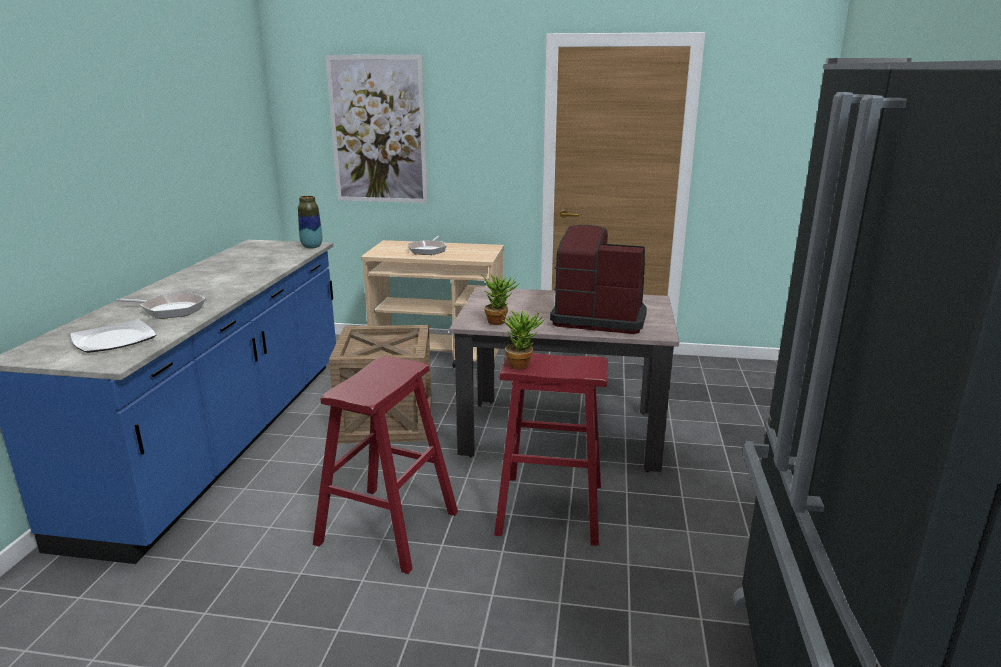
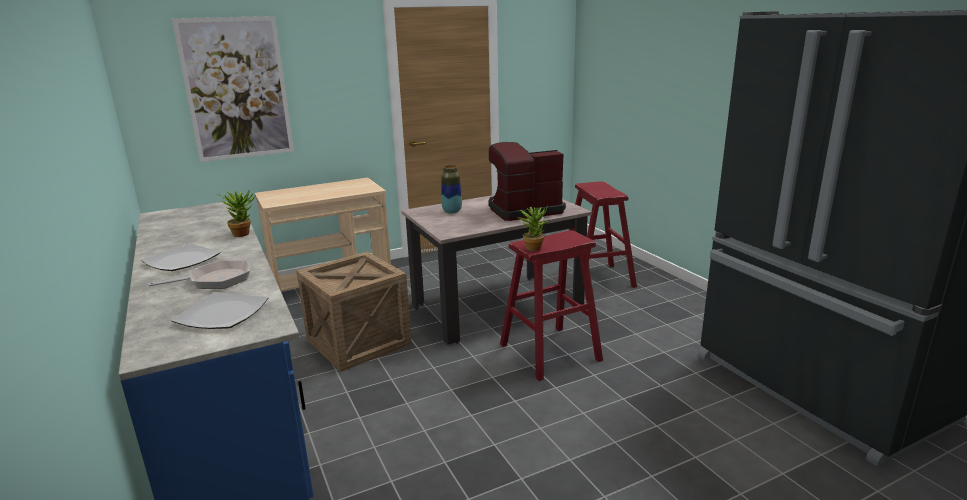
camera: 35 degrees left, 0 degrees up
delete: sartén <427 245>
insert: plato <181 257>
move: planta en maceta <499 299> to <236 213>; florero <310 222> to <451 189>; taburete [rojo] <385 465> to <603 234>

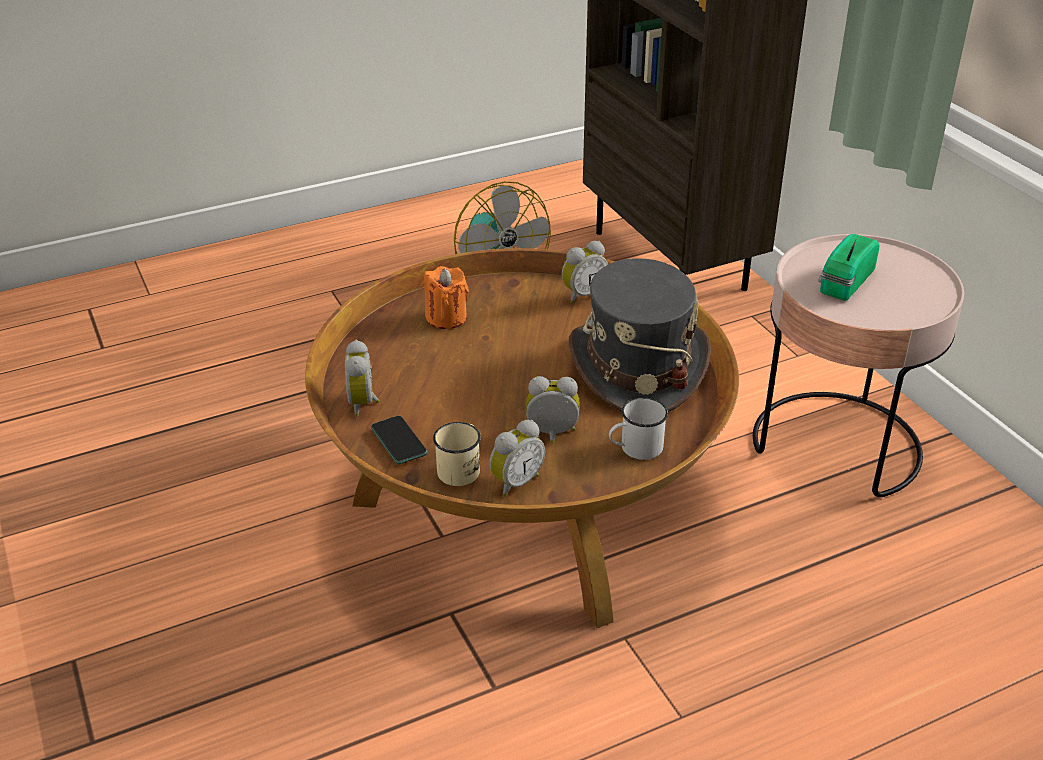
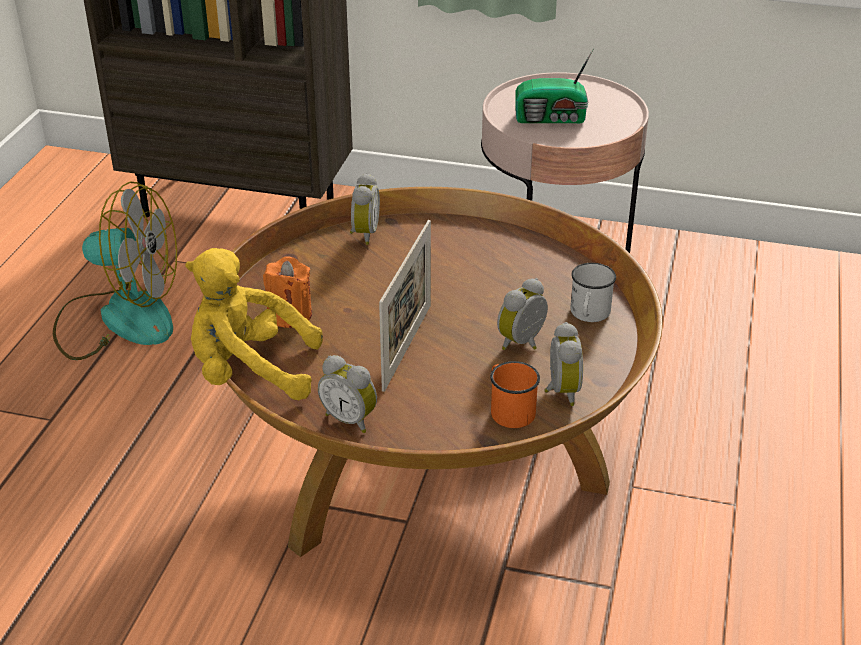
camera: 50 degrees left, 0 degrees up
delete: móvil <399 440>; sombrero [gris] <640 335>
insert: peluche [amarillo] <254 324>; portarretratos <405 306>
recolor: taza grande [beis] <457 454> to taza grande [naranja] <515 394>
rotate: radio <848 267> = <554 85> 75 degrees counterclockwise

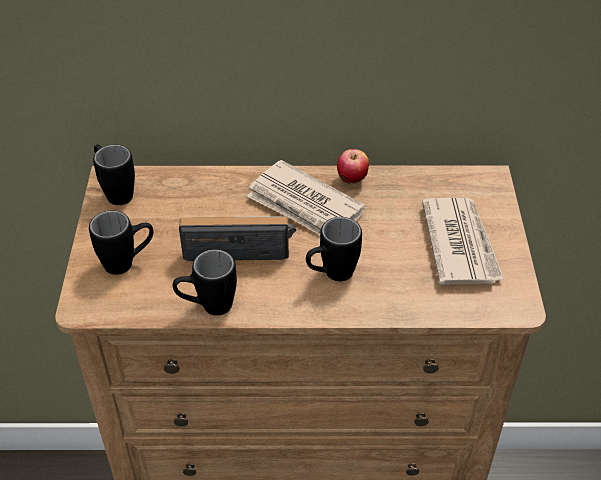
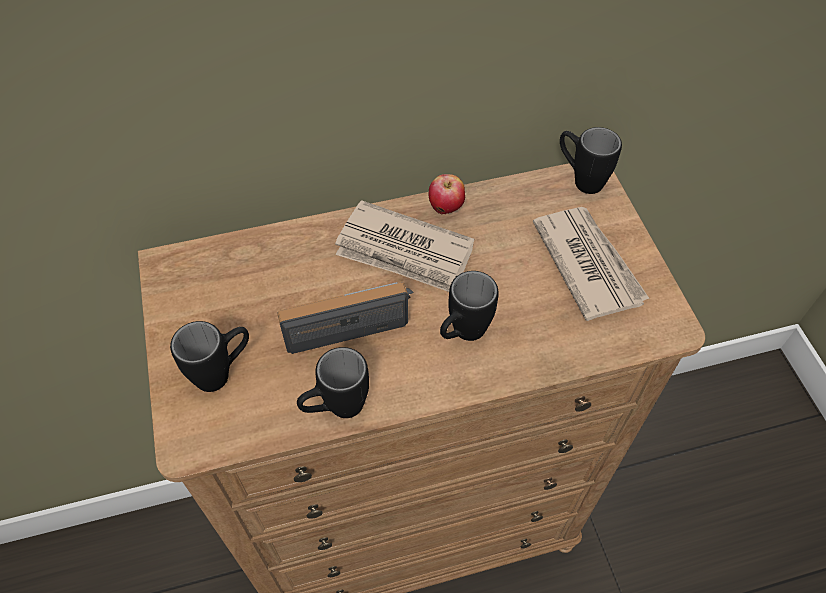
camera: 15 degrees left, 10 degrees up
move: taza grande [negro] <114 174> to <591 160>

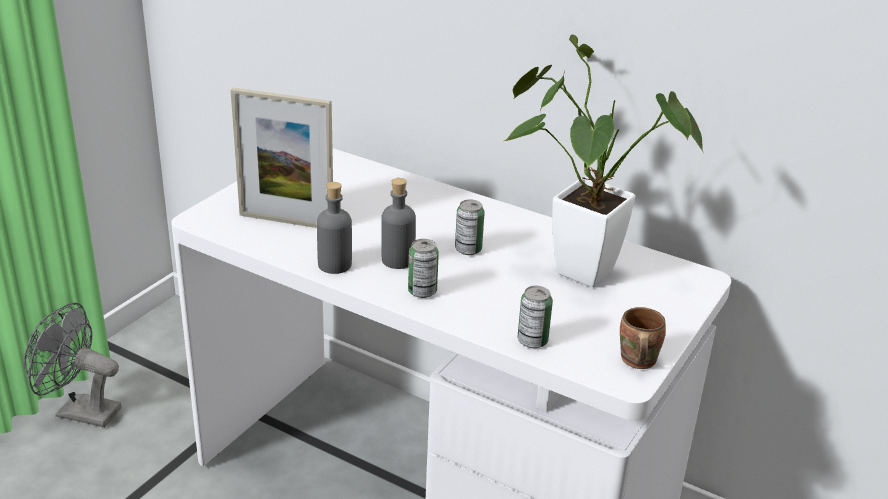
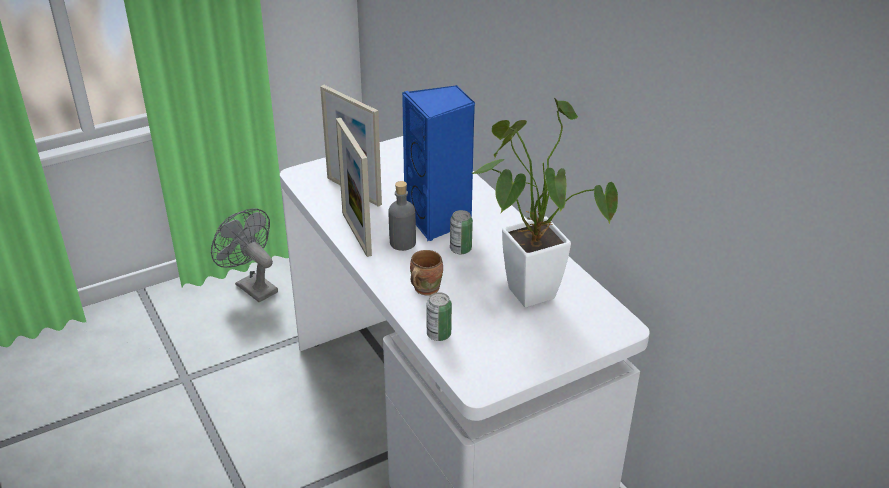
camera: 30 degrees right, 5 degrees up
delete: lata <423 268>
insert: altavoz [azul] <438 163>
move: taza grande [marrón] <643 338> to <426 273>
replace: botella [gris] <334 228> to portarretratos <354 187>

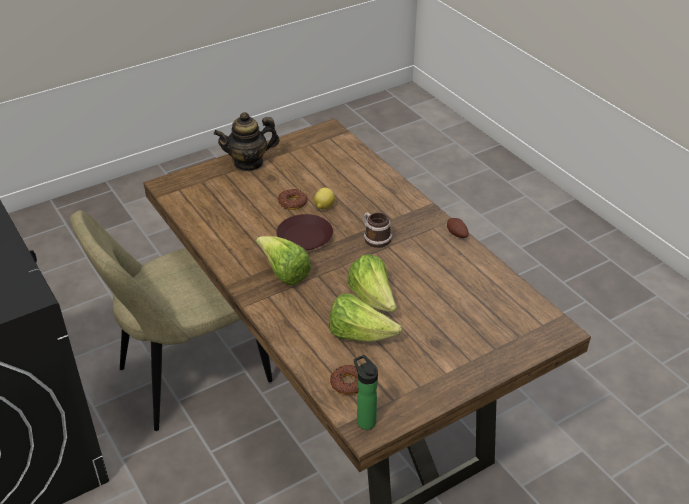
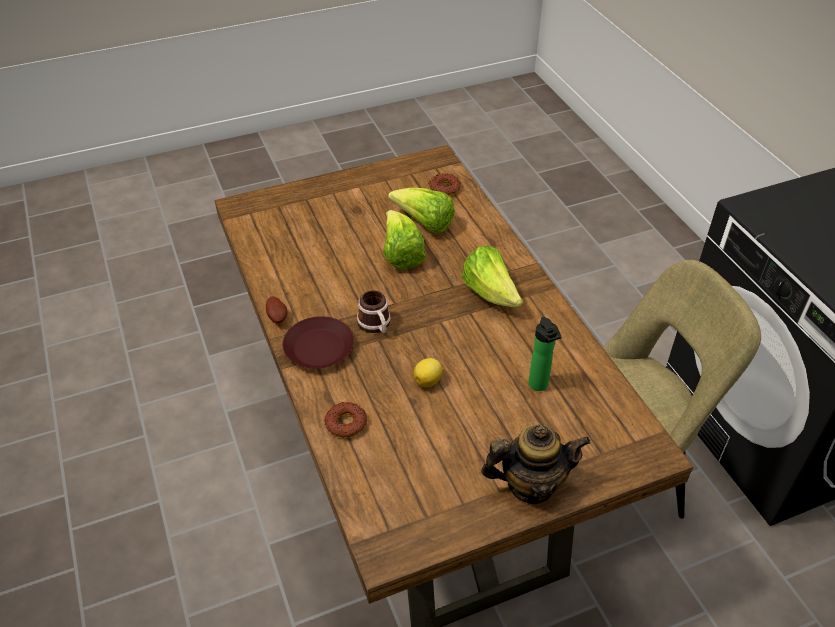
camera: 170 degrees left, 5 degrees up
move: plato [marrón] <304 232> to <318 342>; rosquilla <292 199> to <345 420>; botella <366 392> to <545 354>

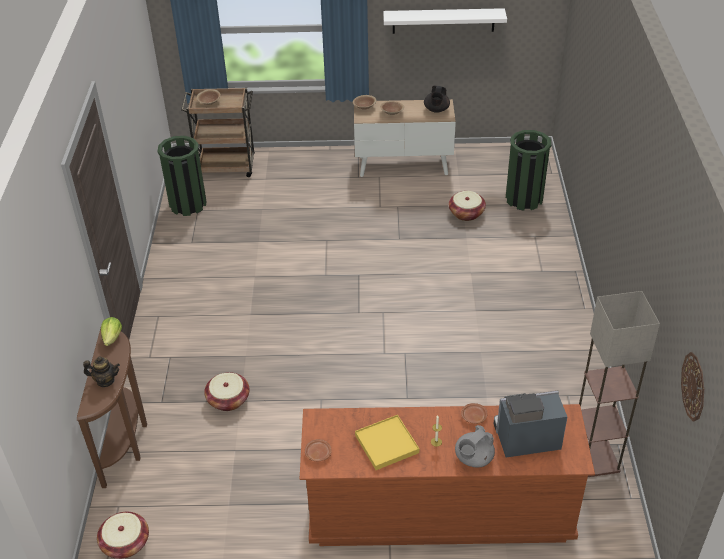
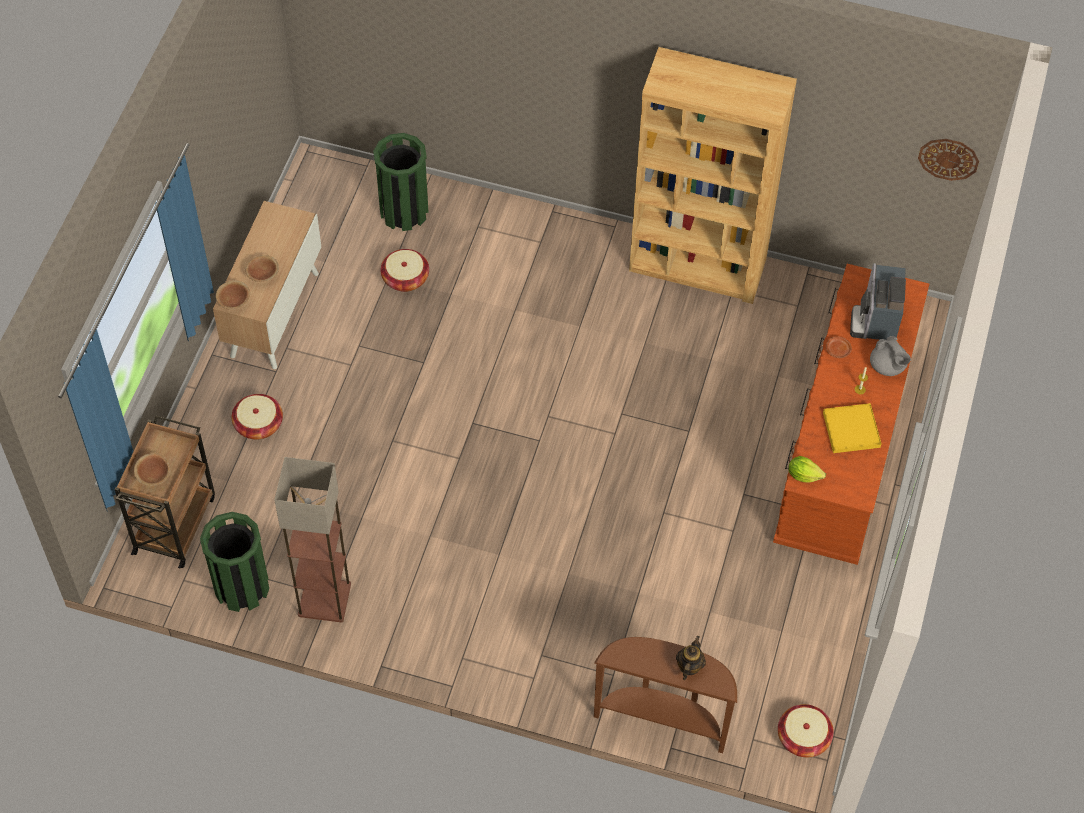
camera: 75 degrees left, 15 degrees up
delete: plato [marrón] <318 450>; estante [blanco] <445 21>; tetera [negro] <437 99>
insert: estantería [marrón] <713 175>
move: cesta <227 391> to <257 417>; lámpara de pie <619 384> to <312 539>; lechuga <111 331> to <807 469>

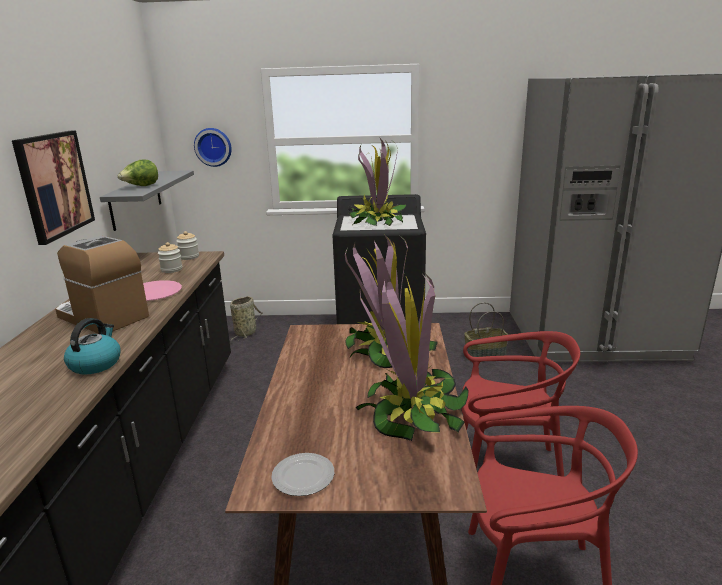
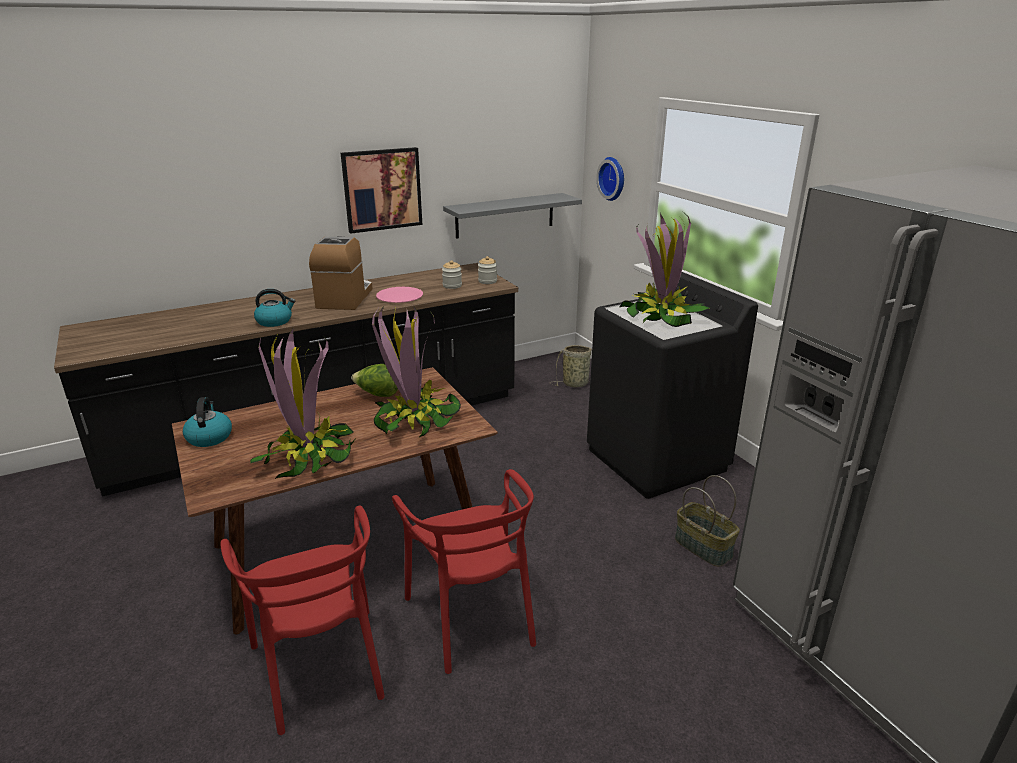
camera: 60 degrees right, 5 degrees up
move: lechuga <138 172> to <374 380>
replace: plato <302 474> to hervidor <207 422>

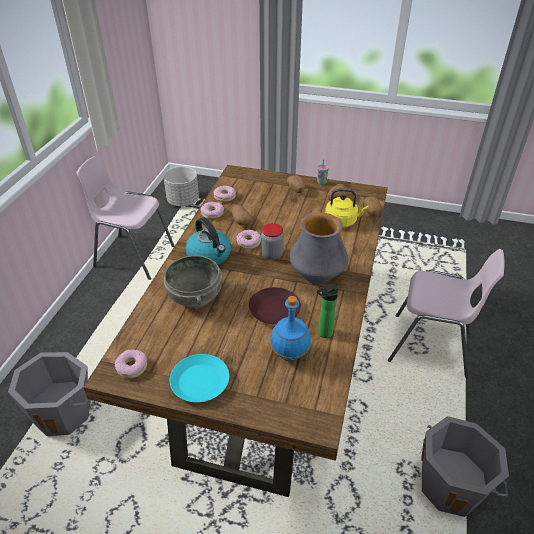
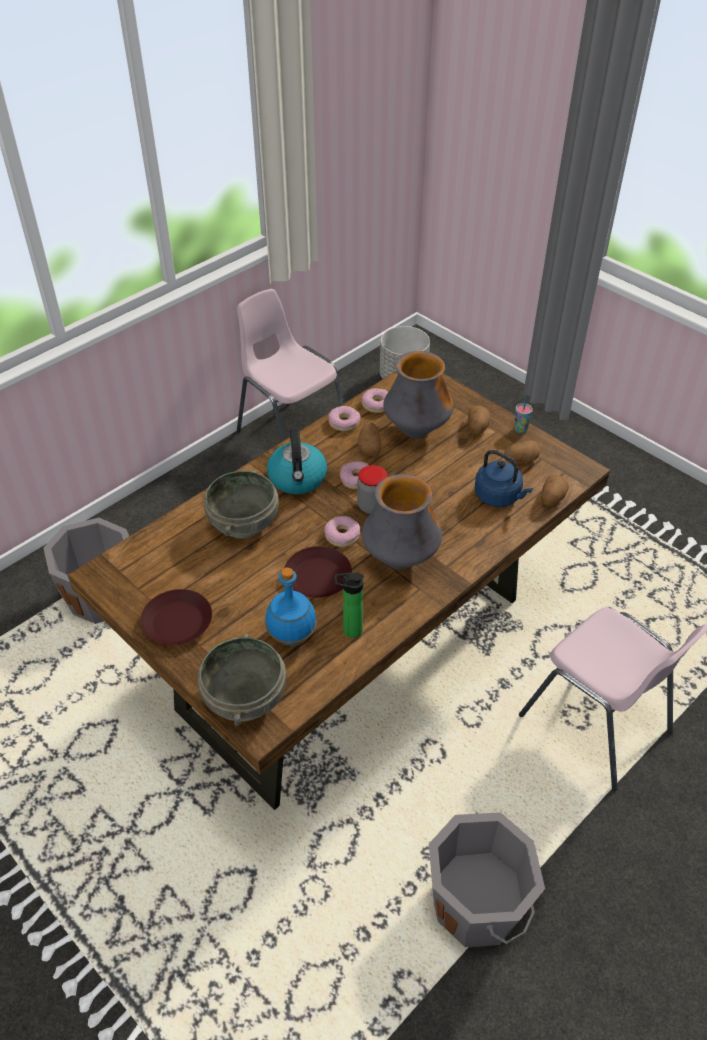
camera: 30 degrees right, 5 degrees up
insert: cuenco [gris] <242 679>; florero <418 394>
move: rosquilla <131 363> to <342 531>
recolor: plato [turquesa] <199 378> to plato [marrón] <176 617>; hervidor [amarillo] <347 208> to hervidor [azul] <504 478>

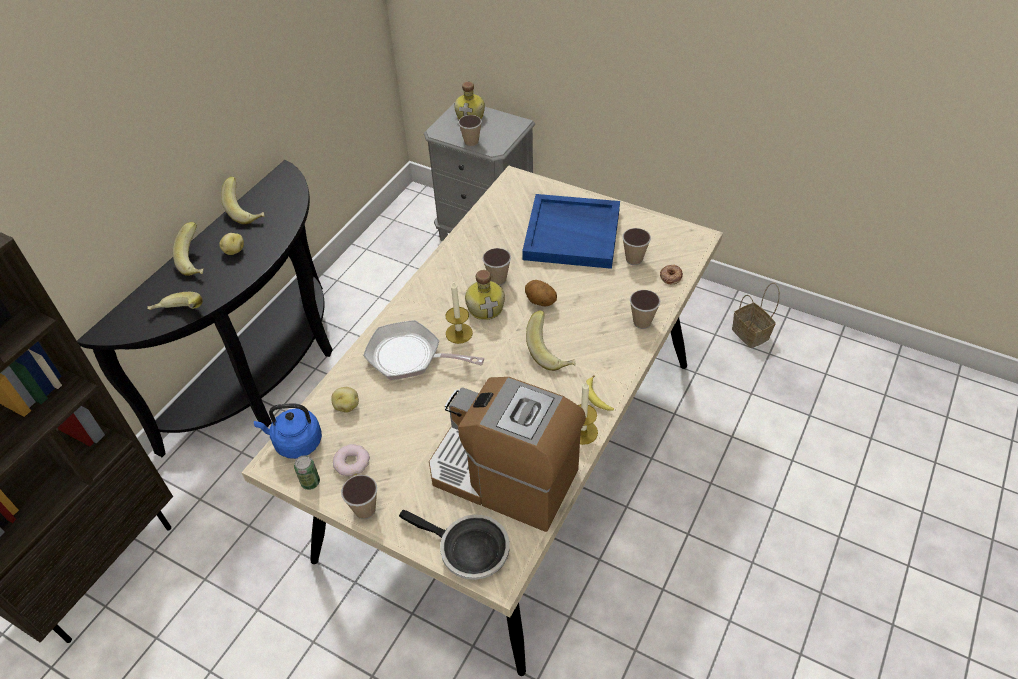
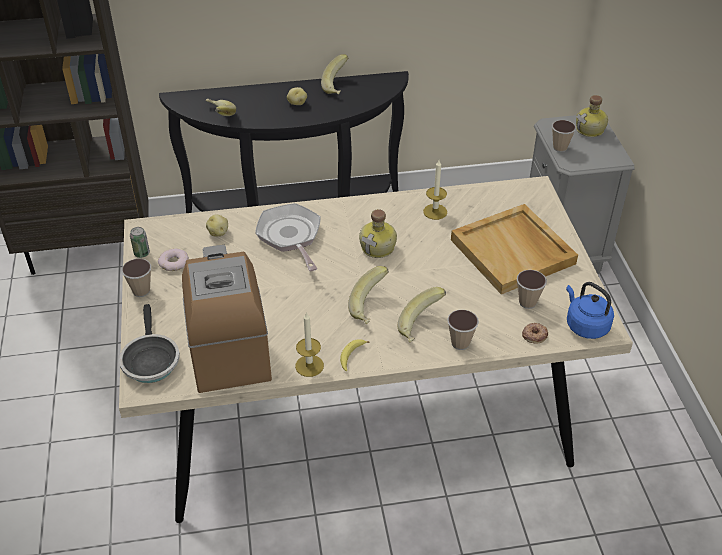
camera: 50 degrees right, 5 degrees down
delete: taza <496 266>; patata <541 293>; cesta <756 315>
move: plátano <188 249> to <421 314>; vela <459 312> to <435 190>; hervidor [azul] <288 431> to <590 310>
recolor: bandeja [azul] <571 231> to bandeja [beis] <514 249>

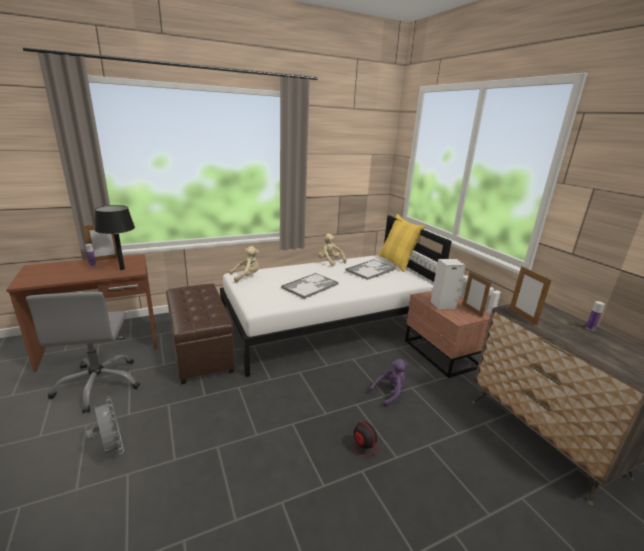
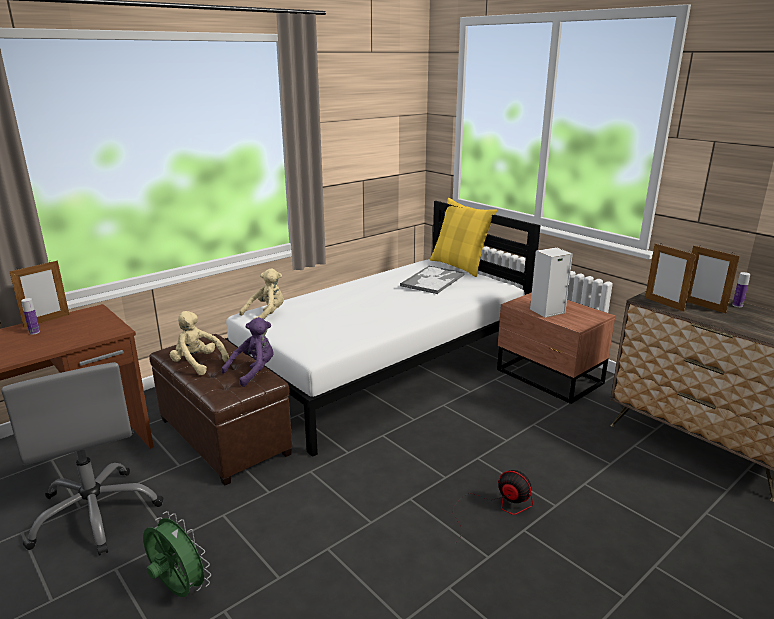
camera: 15 degrees left, 0 degrees up
delete: lámpara de mesa [negro] <115 237>; bandeja <310 286>
move: peluche [beis] <332 250> to <199 343>; peluche [morado] <388 383> to <247 352>; portarretratos <476 294> to <713 279>
recolor: ventilador [gris] <105 427> to ventilador [verde] <177 554>

